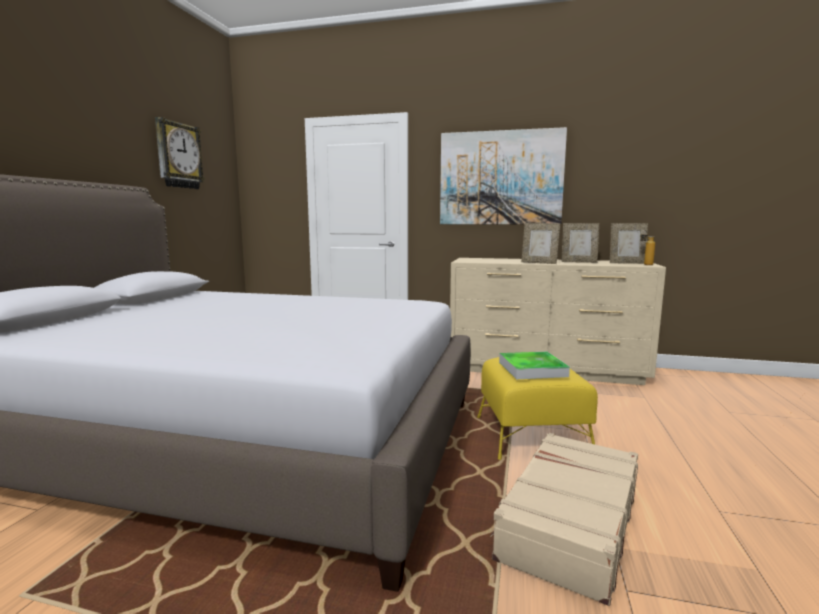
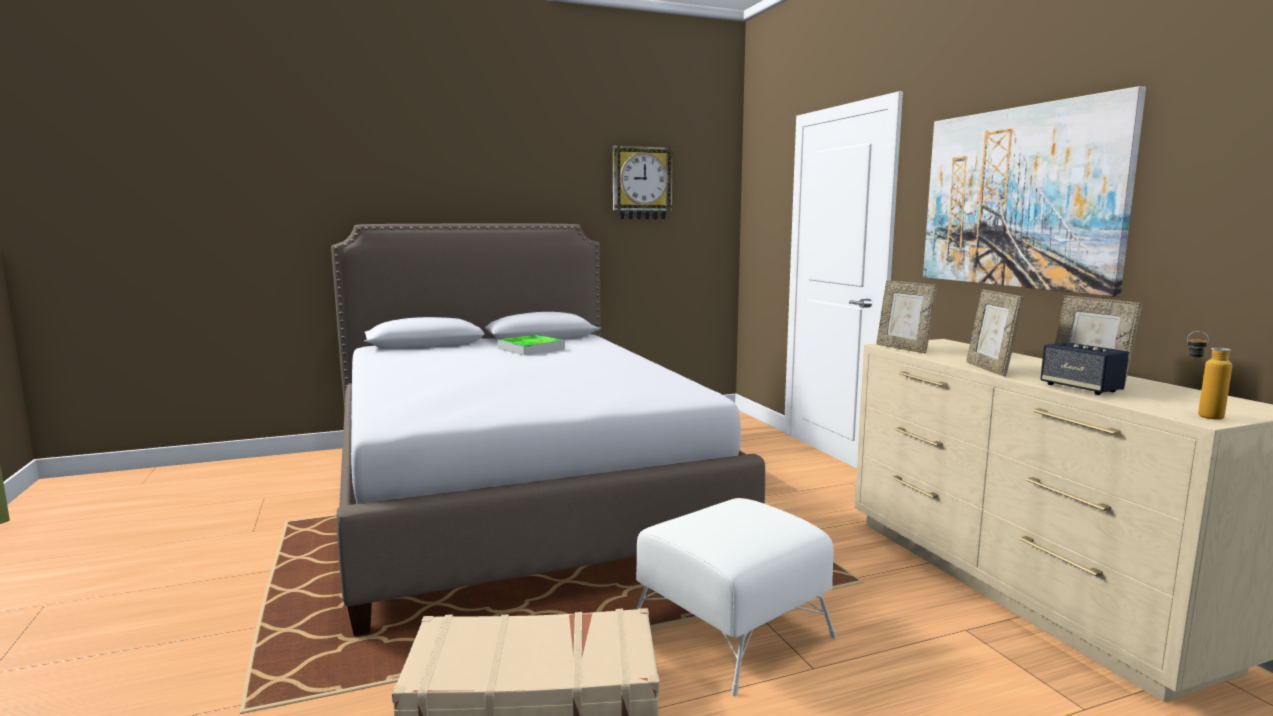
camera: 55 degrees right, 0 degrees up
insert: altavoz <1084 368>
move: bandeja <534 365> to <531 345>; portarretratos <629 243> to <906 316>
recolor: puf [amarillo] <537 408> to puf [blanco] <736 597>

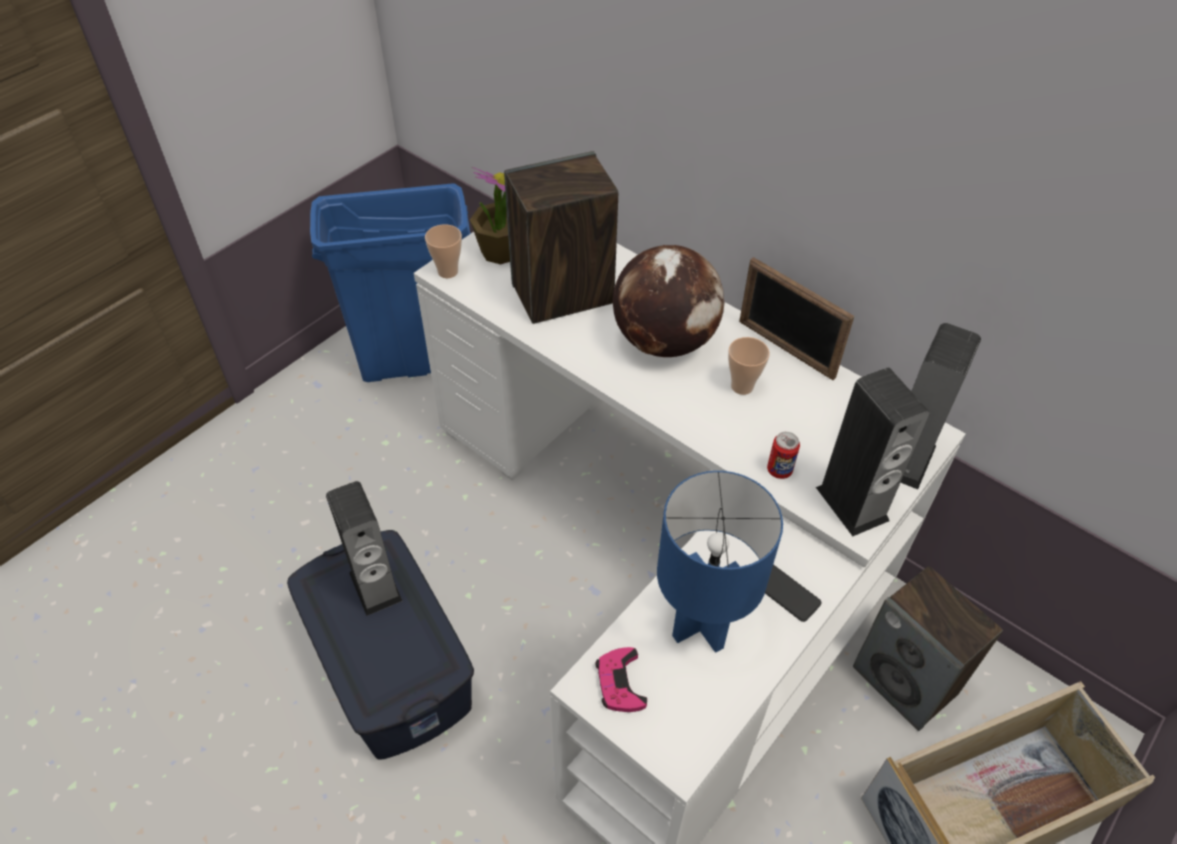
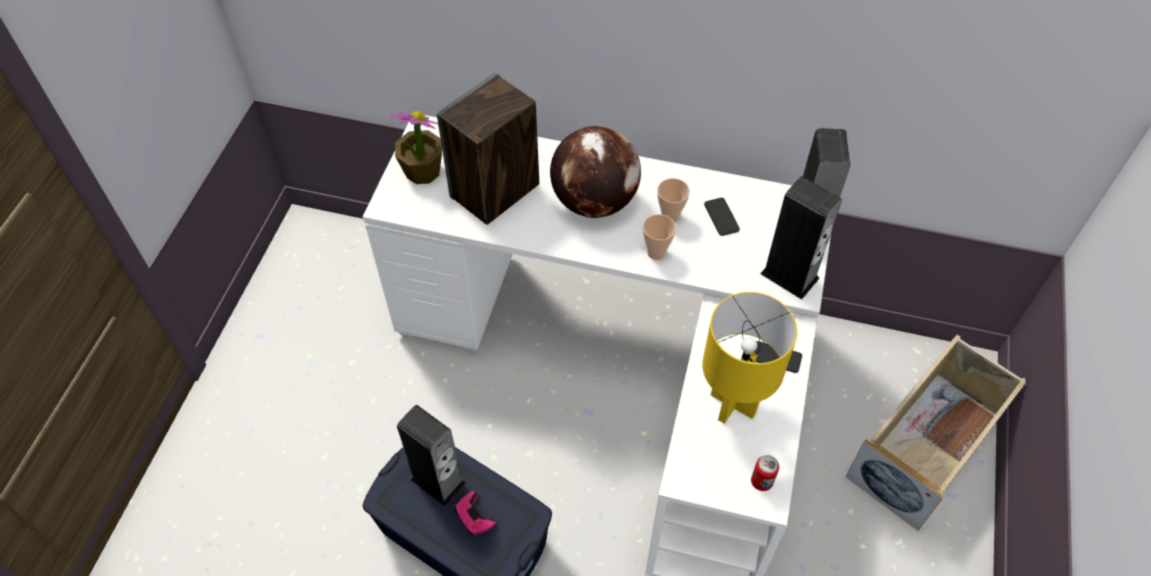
camera: 25 degrees left, 5 degrees up
delete: papelera [azul] <390 282>; portarretratos <796 318>; altavoz <928 648>
insert: móvil <722 217>
move: mando de consola [rosa] <621 679> to <475 513>; taza <443 251> to <659 237>; lata <783 455> to <765 473>
recolor: lámpara de mesa [azul] <720 562> to lámpara de mesa [amarillo] <749 358>

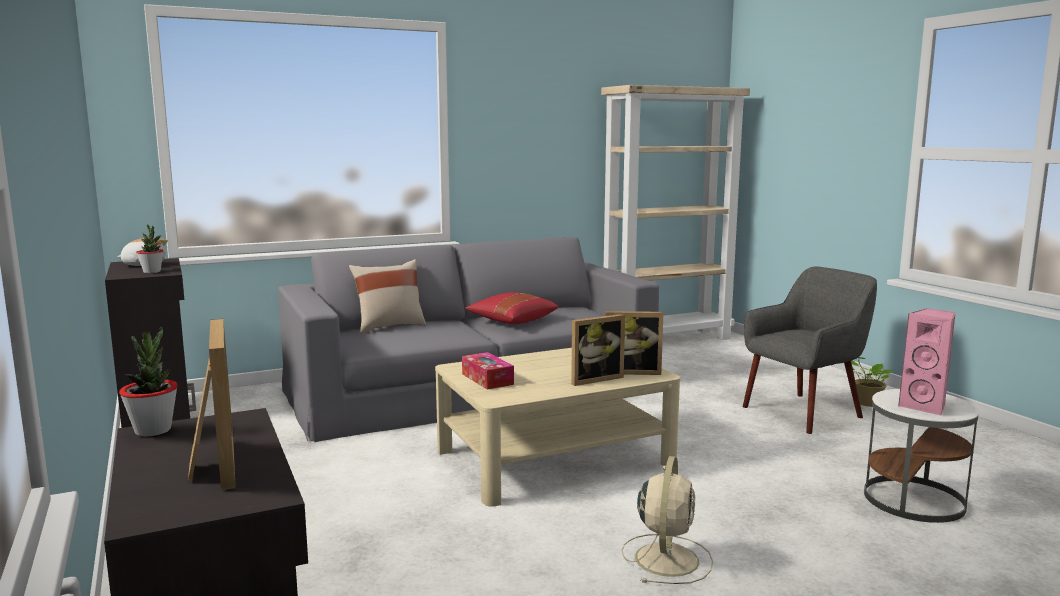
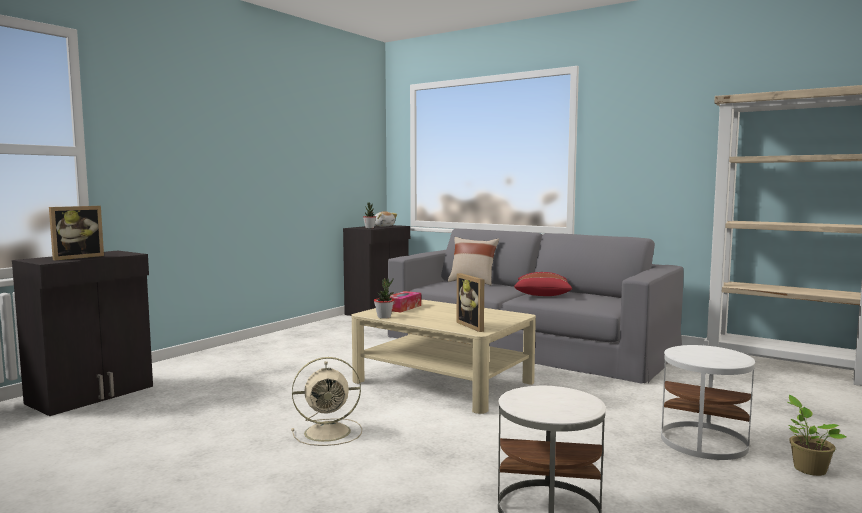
camera: 60 degrees right, 5 degrees down
delete: portarretratos <598 350>; altavoz [rosa] <927 361>
move: planta en maceta <148 381> to <384 298>
replace: sillón [gris] <810 350> to mesa auxiliar [blanco] <708 402>

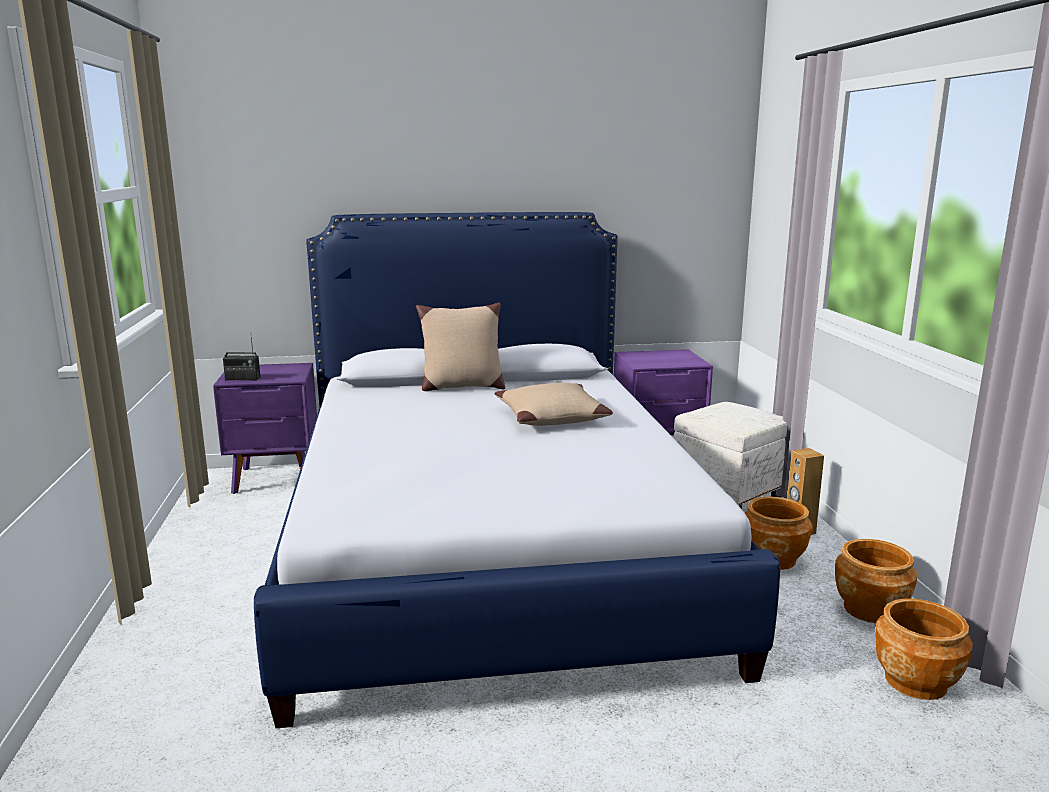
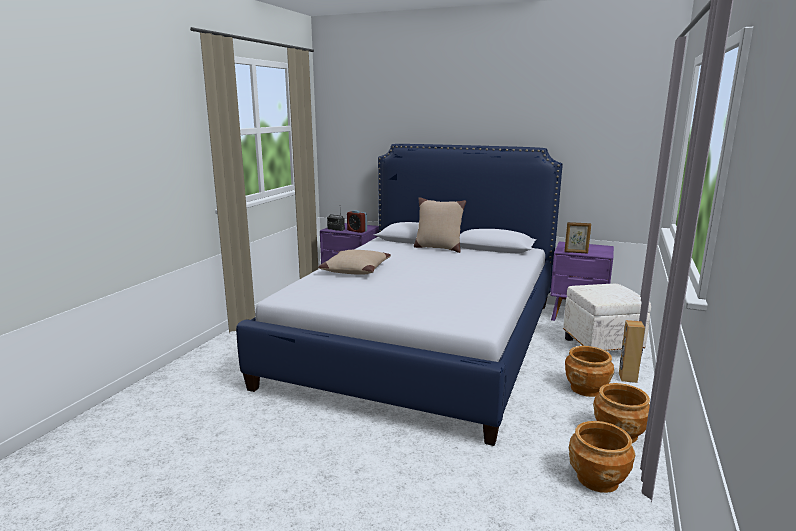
camera: 30 degrees right, 0 degrees up
insert: despertador <357 221>; portarretratos <578 237>
move: cojín [beis] <553 404> to <354 262>

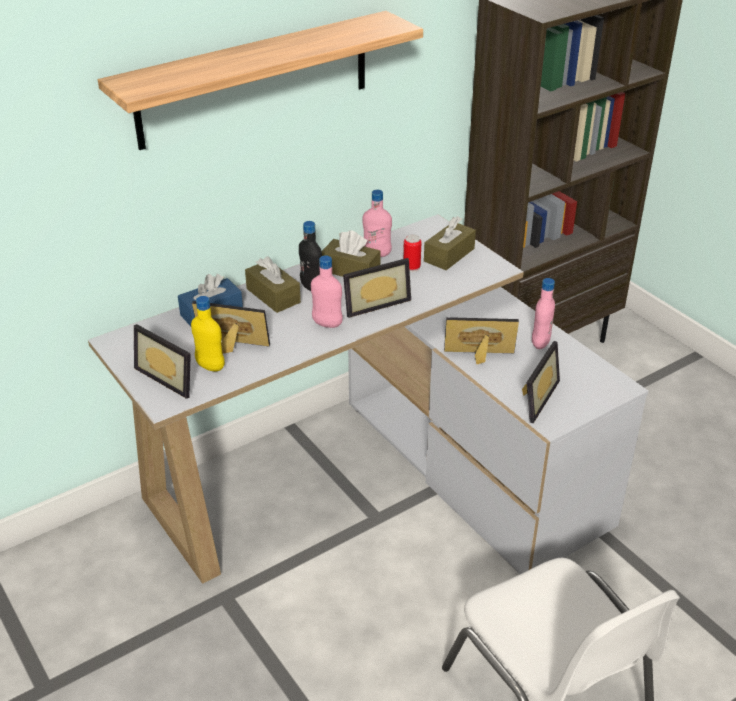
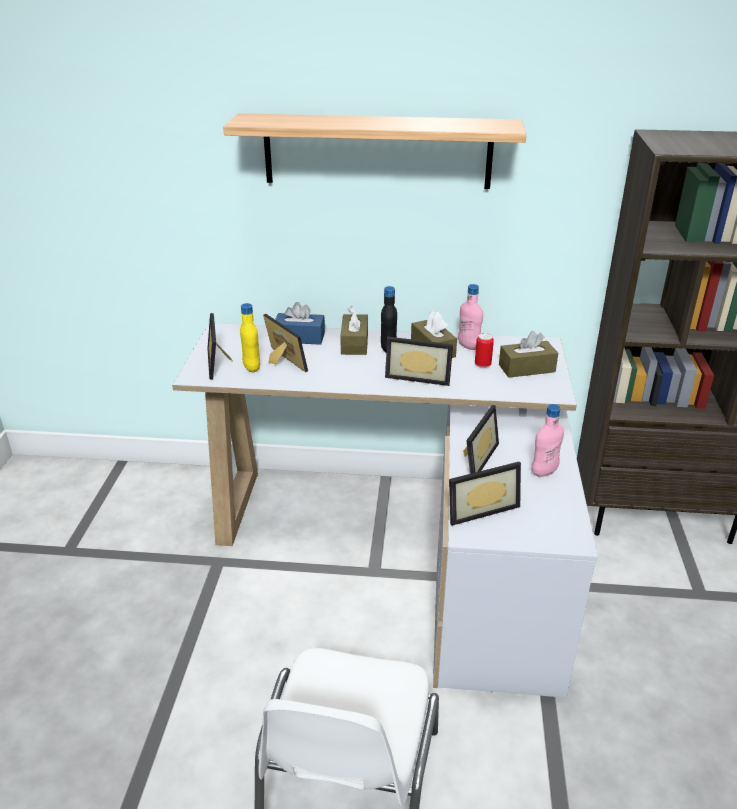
camera: 40 degrees right, 5 degrees down
delete: botella [rosa] <327 291>
rotate: portarretratos <481 341> = <481 439> 75 degrees clockwise

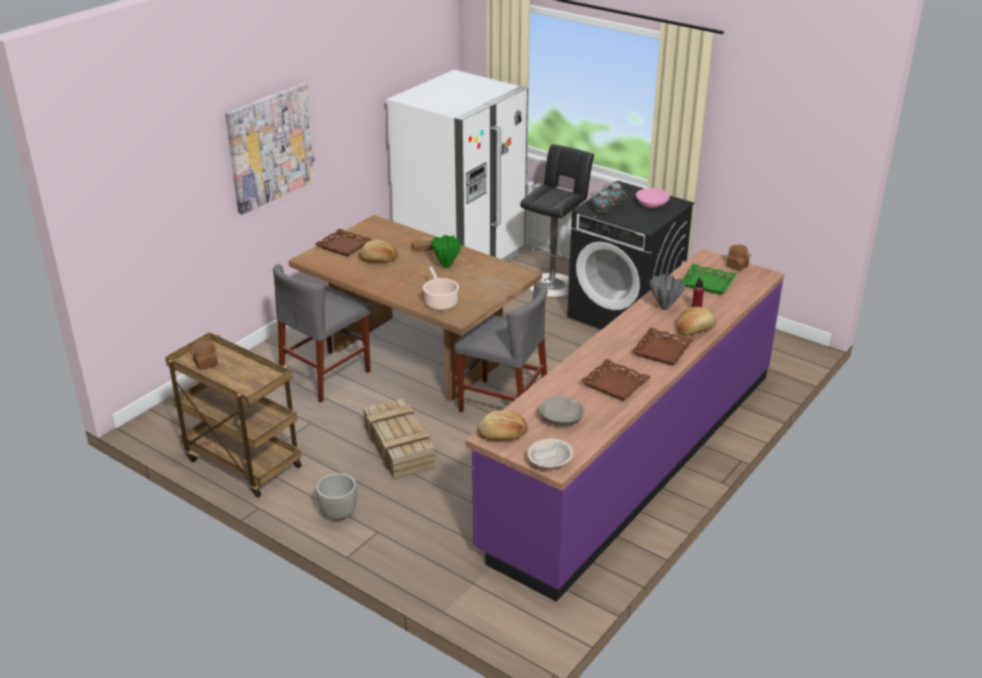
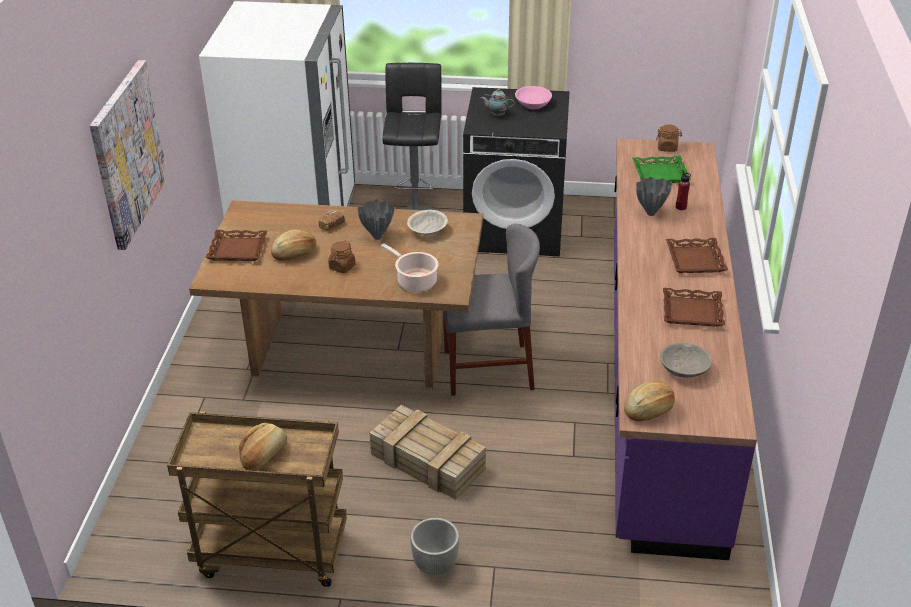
camera: 30 degrees left, 5 degrees up
delete: silla [gris] <322 333>; tetera <602 201>
move: pan <696 321> to <263 447>; tarro [marrón] <204 355> to <341 256>; cuenco [beis] <550 454> to <427 223>
recolor: florero [verde] <446 251> to florero [gris] <376 219>

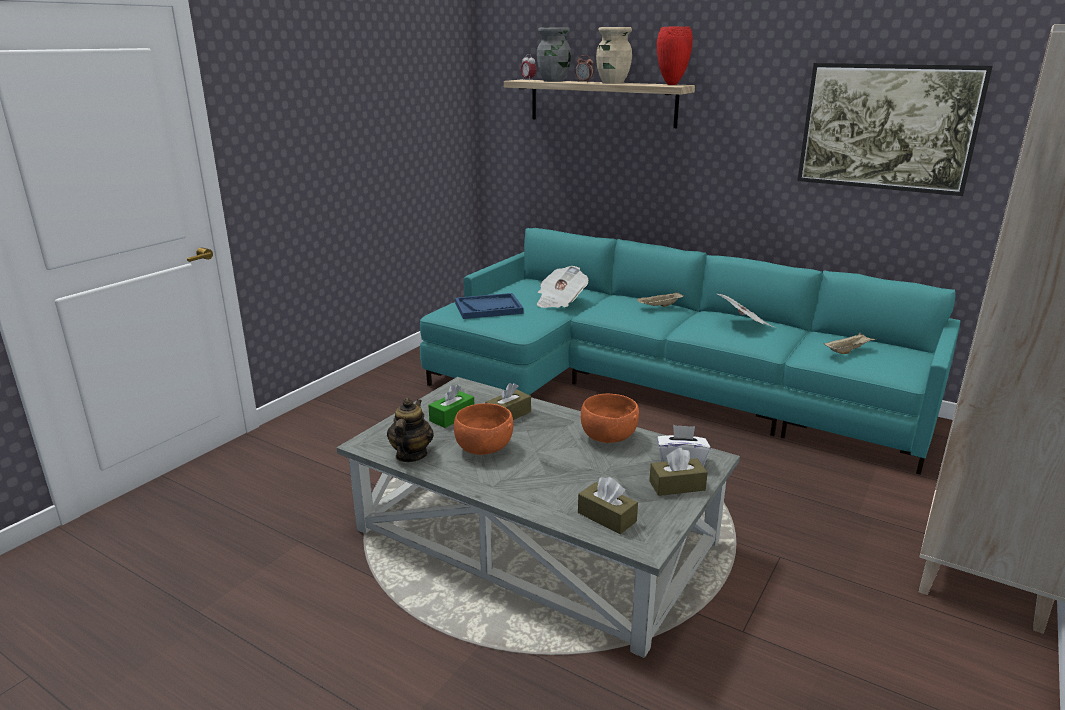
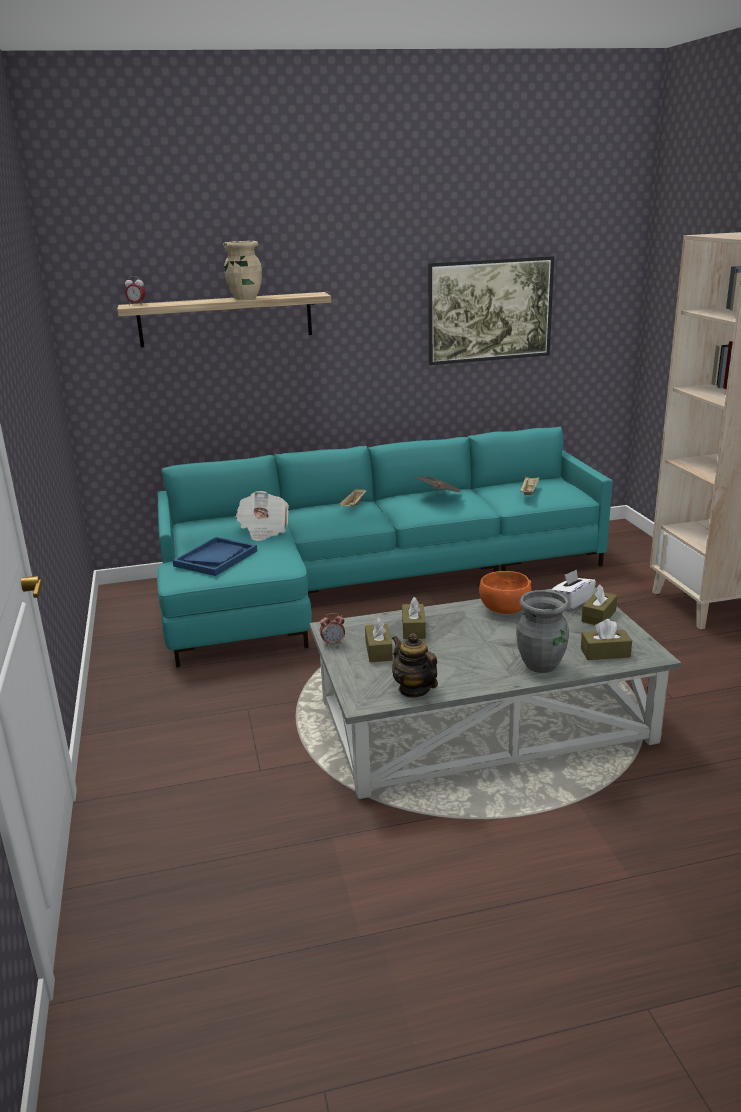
camera: 45 degrees left, 0 degrees up
delete: cuenco [naranja] <483 429>; florero [rojo] <675 56>
move: despertador <584 68> to <332 629>; florero [gris] <554 54> to <542 631>
recolor: caja de pañuelos [verde] <451 406> to caja de pañuelos [marrón] <379 639>

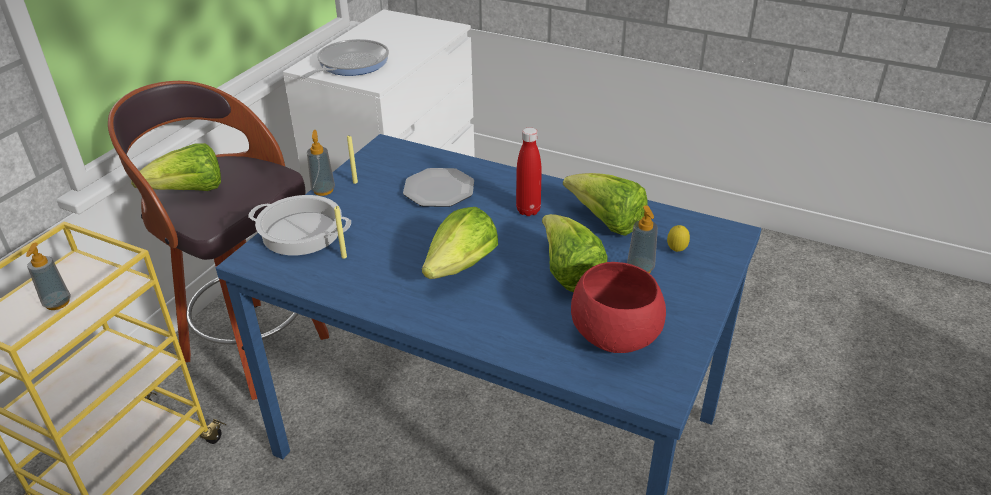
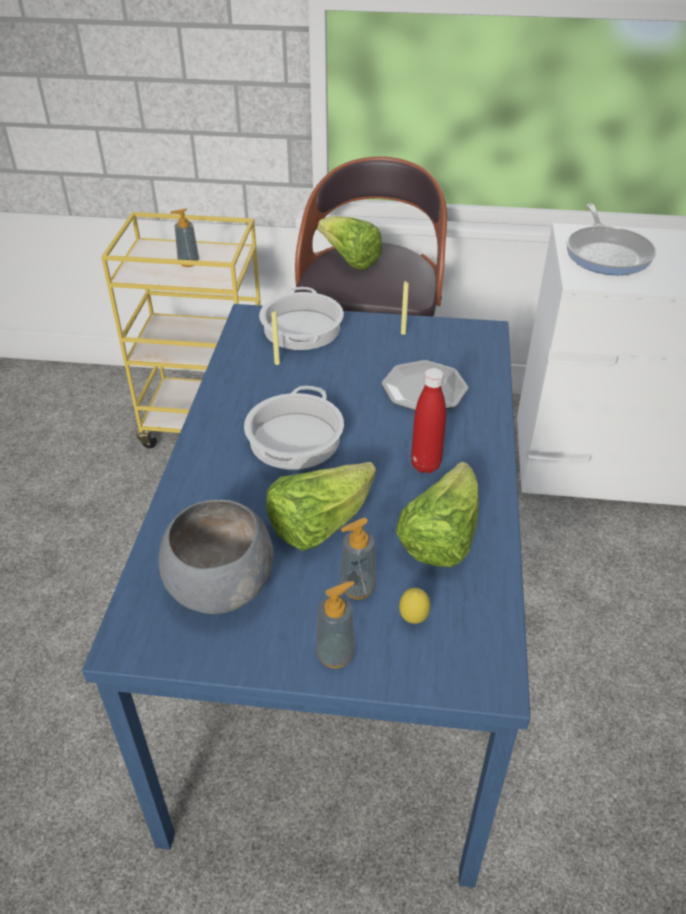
camera: 70 degrees right, 5 degrees up
move: dispensador de jabón <321 163> to <335 625>
replace: lechuga <460 243> to olla <294 428>
recolor: cuenco [rojo] <618 307> to cuenco [gris] <216 557>
rotate: sartén <345 59> = <611 239> 75 degrees clockwise

